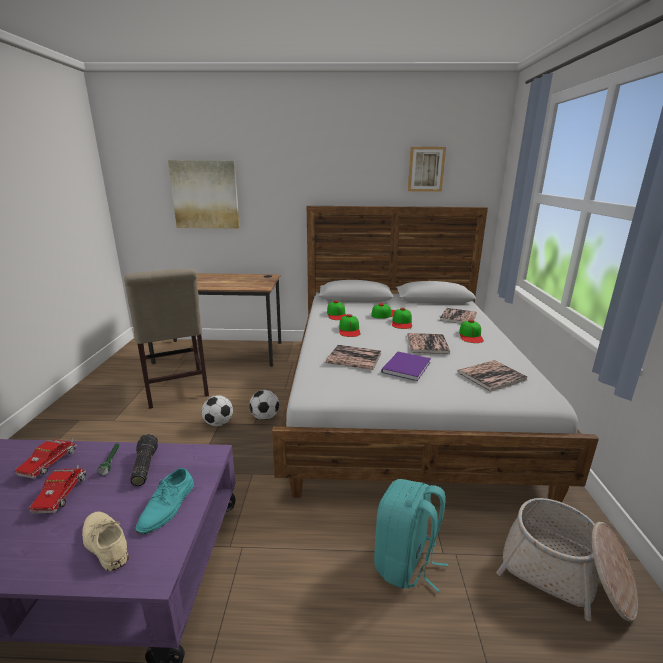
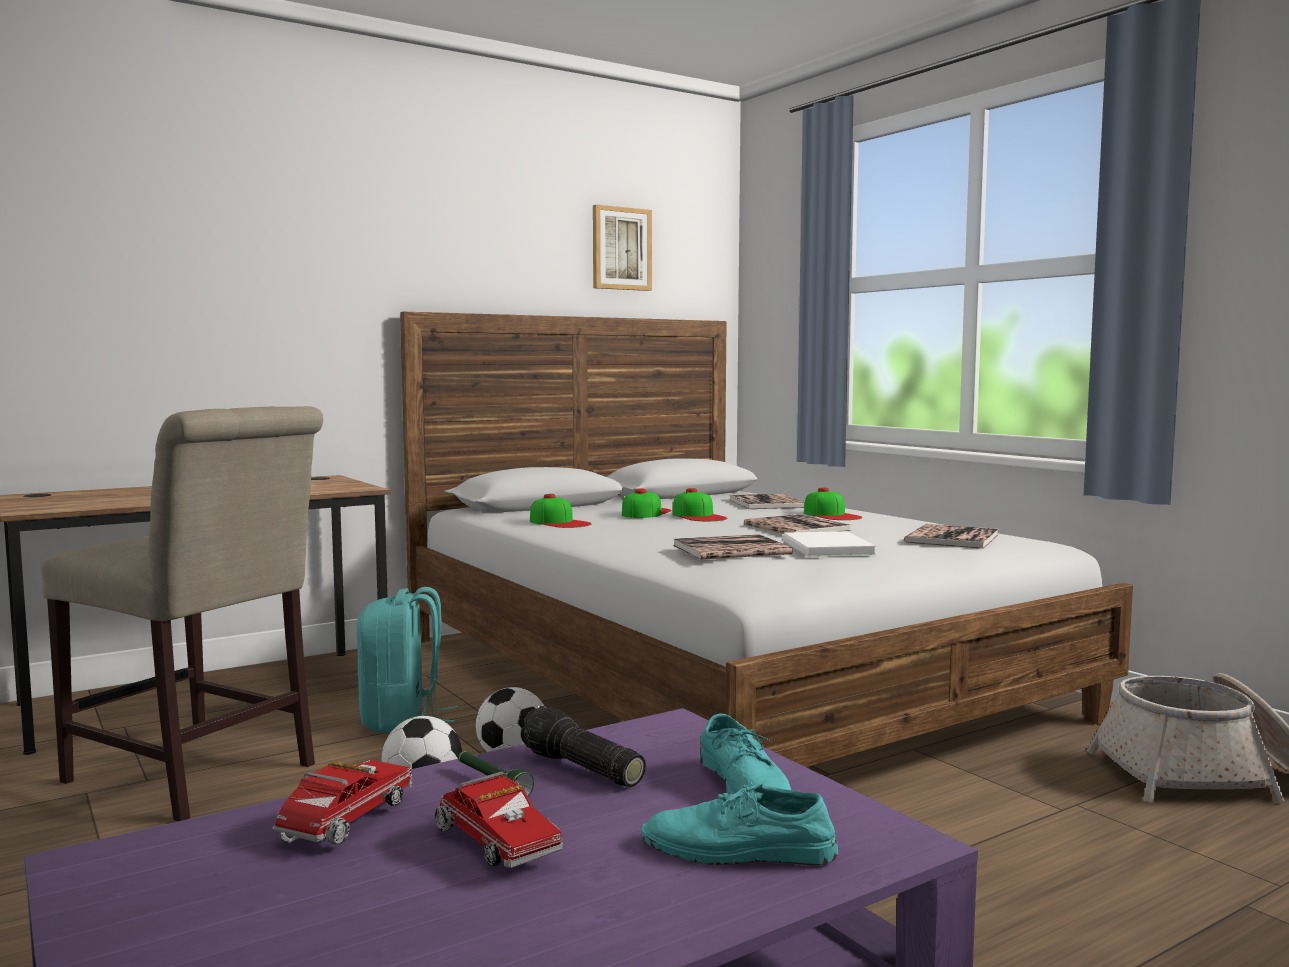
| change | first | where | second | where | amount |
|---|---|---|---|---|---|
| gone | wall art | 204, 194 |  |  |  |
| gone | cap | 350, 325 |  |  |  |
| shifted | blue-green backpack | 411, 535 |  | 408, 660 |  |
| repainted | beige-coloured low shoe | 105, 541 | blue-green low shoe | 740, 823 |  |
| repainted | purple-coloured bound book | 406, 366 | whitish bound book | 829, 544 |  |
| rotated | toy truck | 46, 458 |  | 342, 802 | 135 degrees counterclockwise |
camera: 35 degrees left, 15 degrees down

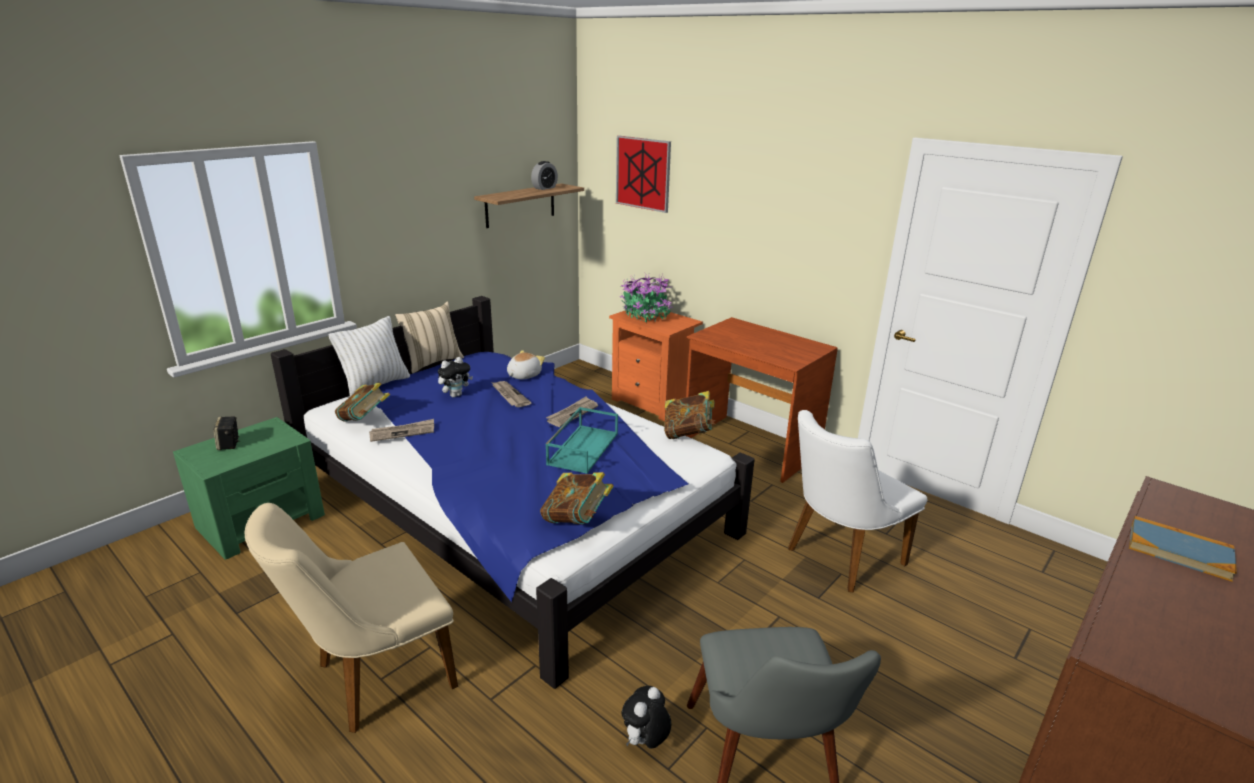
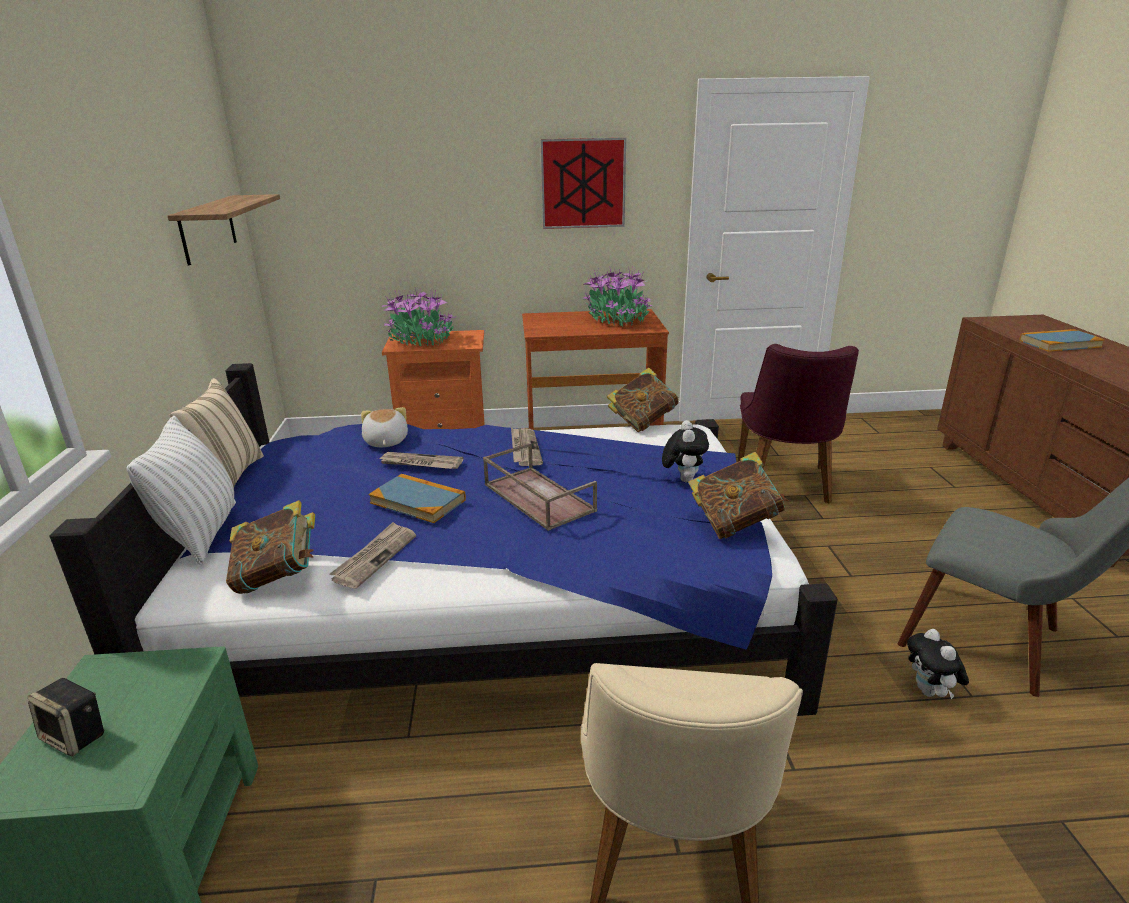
| change | first | where | second | where | amount |
|---|---|---|---|---|---|
| gone | alarm clock | 544, 175 |  |  |  |
| gone | blue-green serving tray | 582, 440 |  |  |  |
| new |  |  | bound book | 417, 498 |  |
| new |  |  | brown serving tray | 540, 487 |  |
| new |  |  | potted plant | 617, 297 |  |
| shifted | soft toy | 455, 377 |  | 685, 451 |  |
| shifted | wall art | 643, 174 |  | 583, 183 |  |
| repainted | whitish upright chair | 858, 501 | purple-coloured upright chair | 798, 424 |  |
camera: 45 degrees left, 0 degrees up

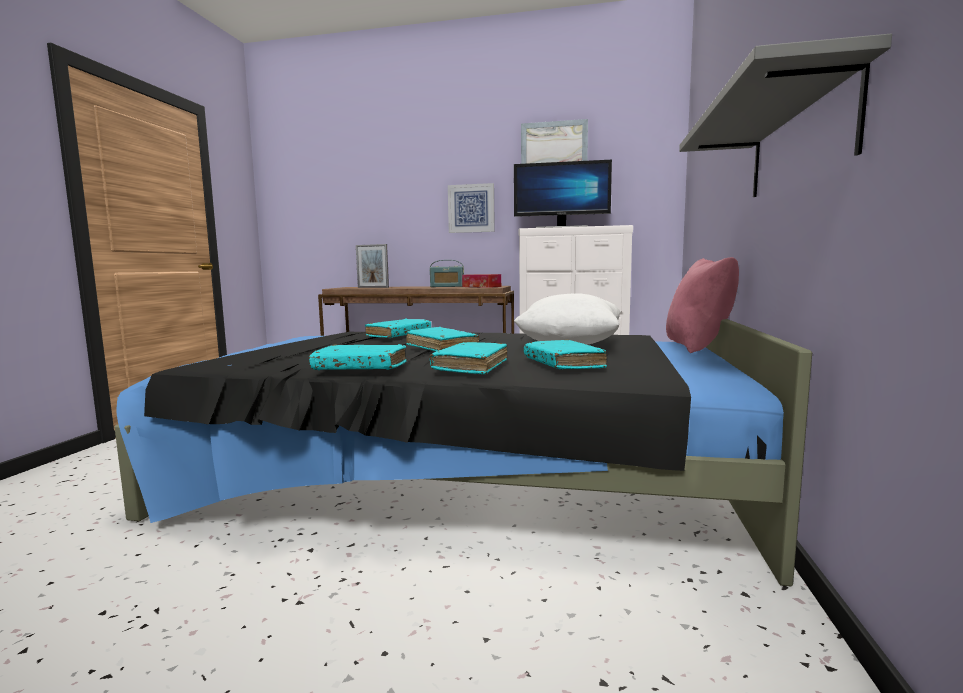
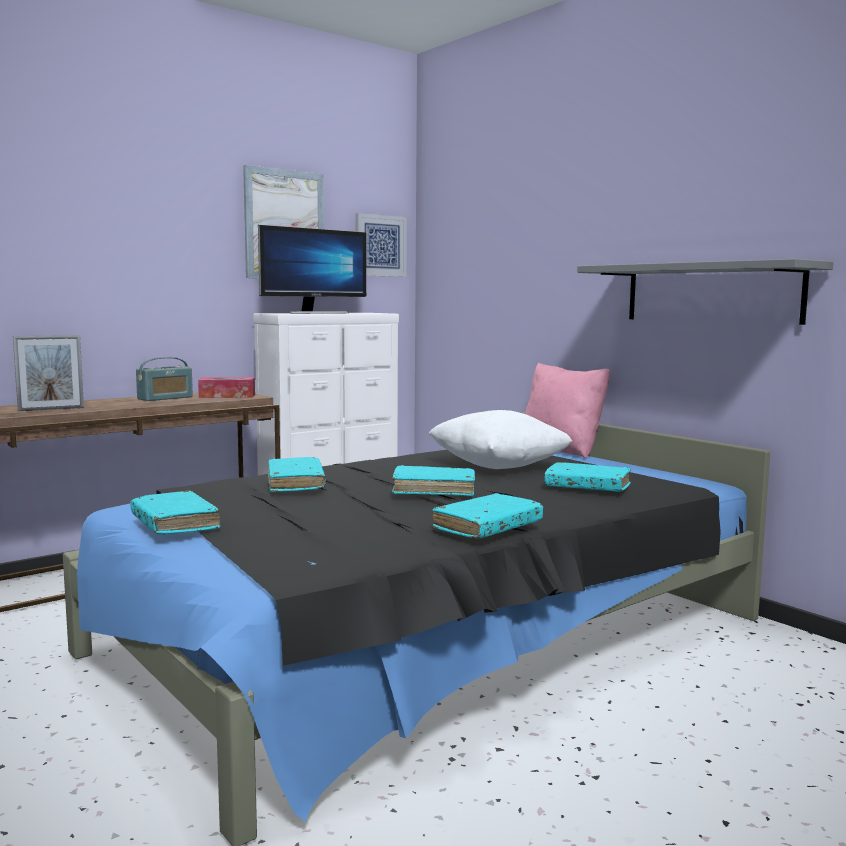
| change | first | where | second | where | amount |
|---|---|---|---|---|---|
| shifted | blue-green bound book | 468, 358 |  | 175, 512 |  |
| shifted | wall art | 471, 208 |  | 381, 245 |  |
camera: 50 degrees left, 0 degrees up

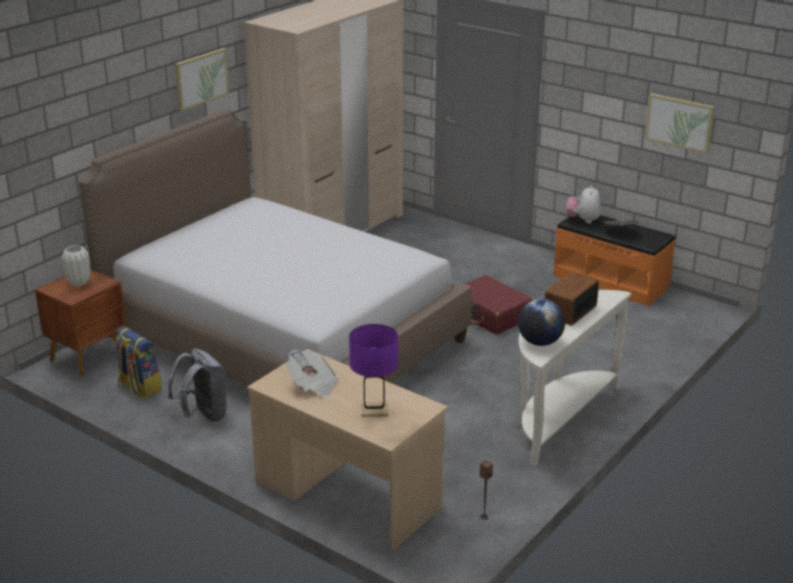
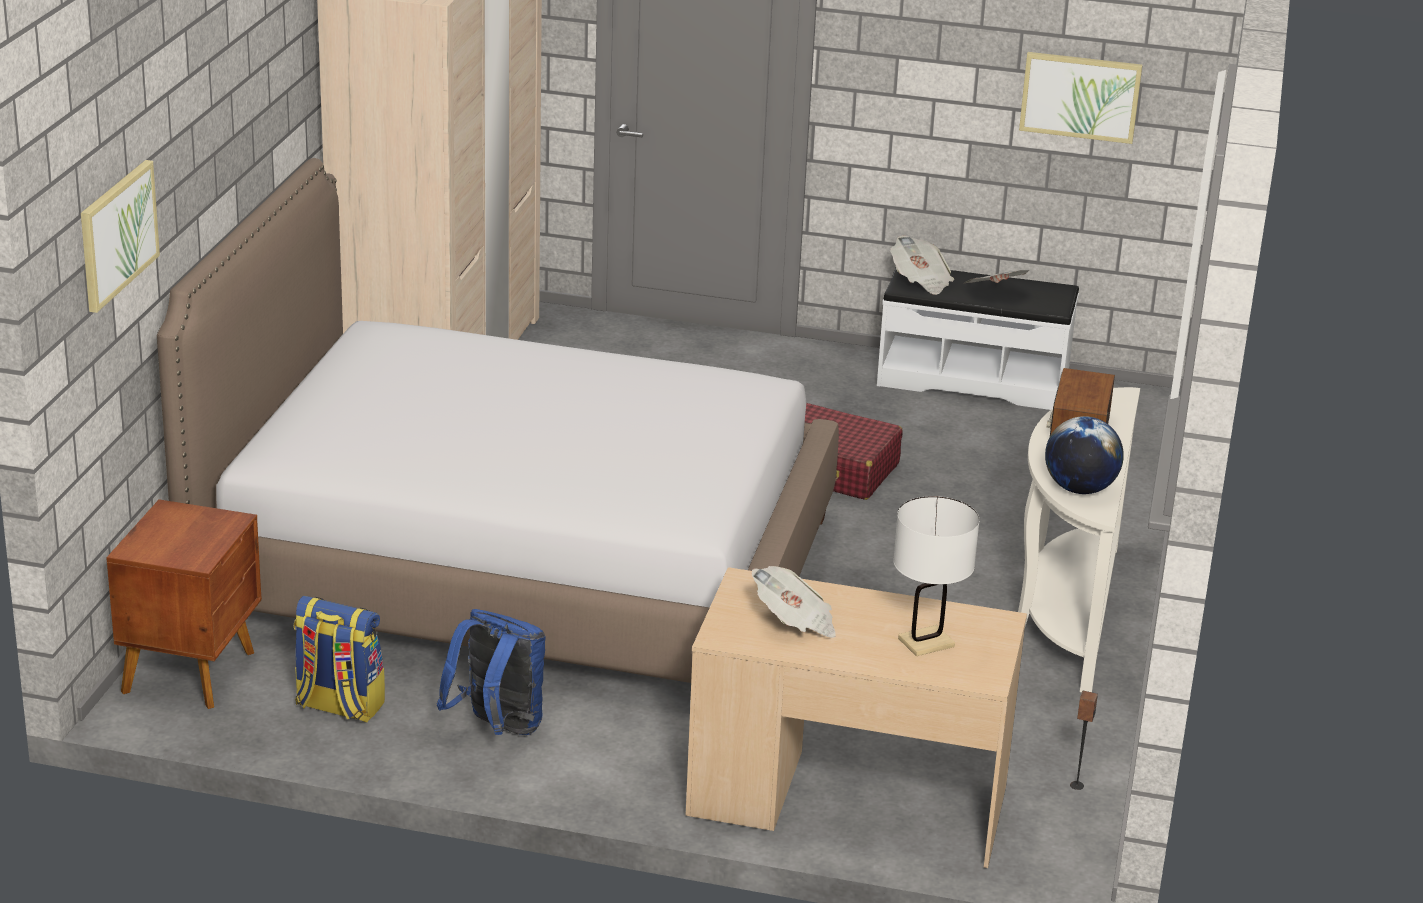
| change | first | where | second | where | amount |
|---|---|---|---|---|---|
| gone | whitish decorative vase | 76, 265 |  |  |  |
| shifted | wall art | 202, 79 |  | 120, 236 |  |
| swapped | soft toy | 583, 204 | printed paper | 922, 265 |  |
| repainted | grey backpack | 197, 385 | blue-coloured backpack | 491, 672 |  |
| repainted | purple-coloured tabletop lamp | 373, 370 | whitish tabletop lamp | 936, 576 |  |
| repainted | orangey bench | 614, 259 | whitish bench | 978, 339 |  |
camera: 25 degrees left, 0 degrees up

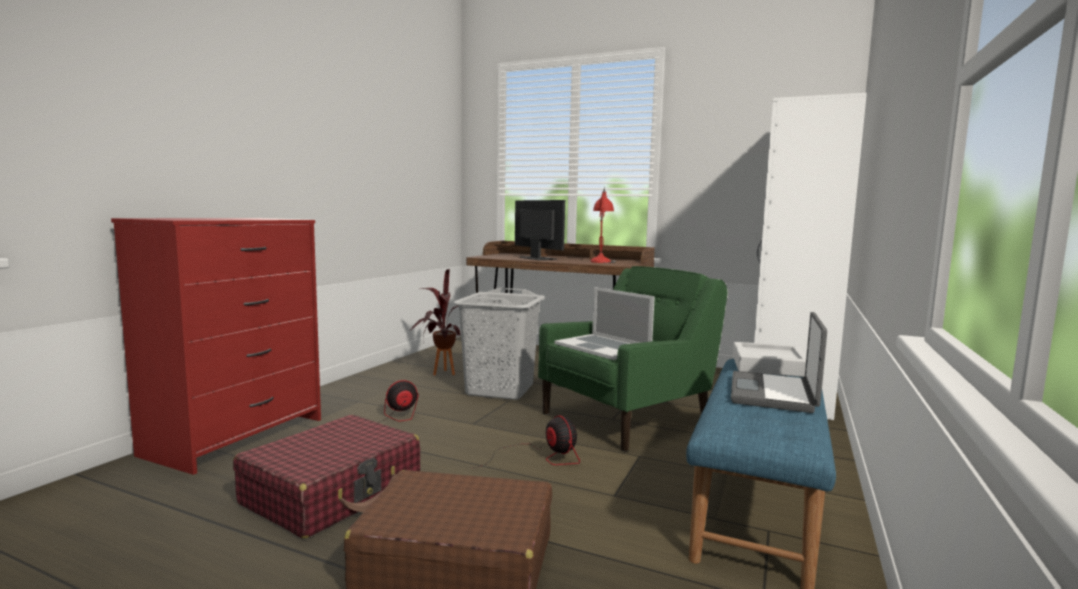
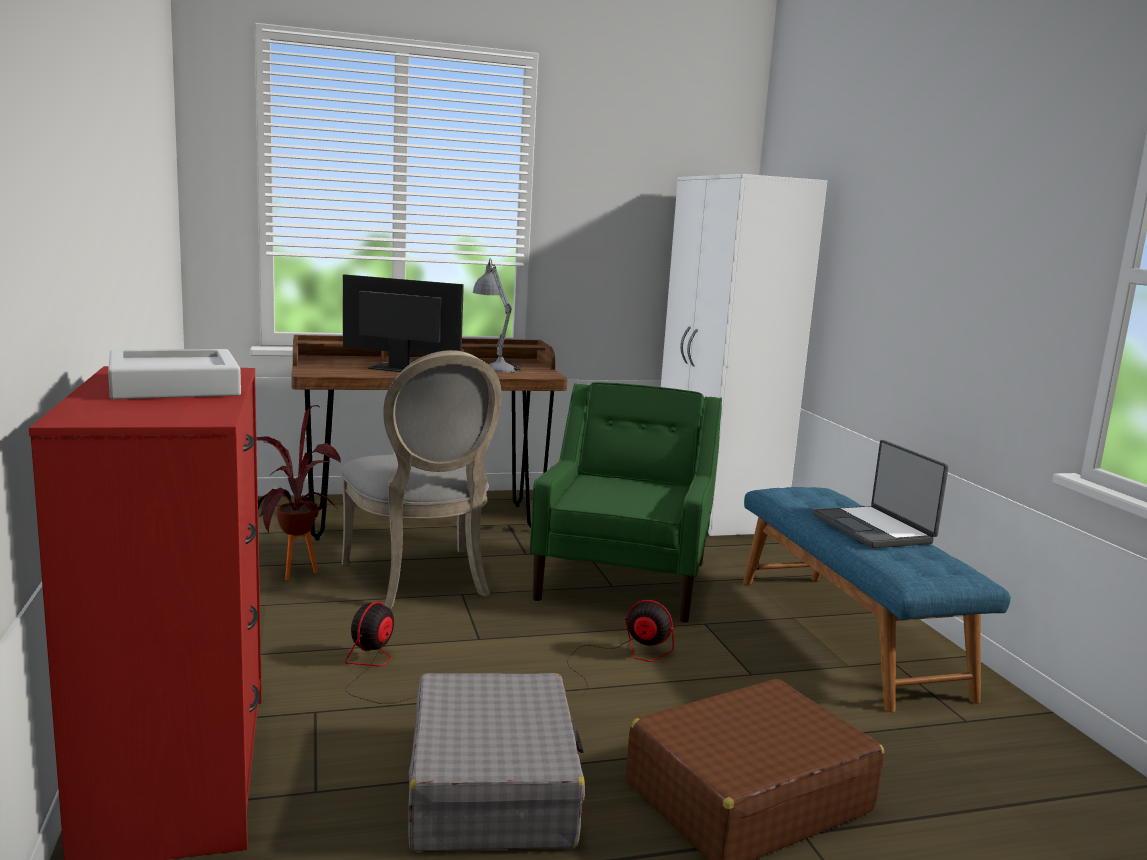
| change | first | where | second | where | amount |
|---|---|---|---|---|---|
| gone | portable computer | 604, 323 |  |  |  |
| shifted | grey serving tray | 769, 359 |  | 174, 374 |  |
| swapped | grey washing basket | 499, 344 | grey upright chair | 421, 479 |  |
| repainted | reddish piece of luggage | 326, 477 | grey piece of luggage | 496, 762 |  |
| repainted | reddish tabletop lamp | 603, 225 | grey tabletop lamp | 497, 315 |  |
camera: 40 degrees left, 5 degrees up

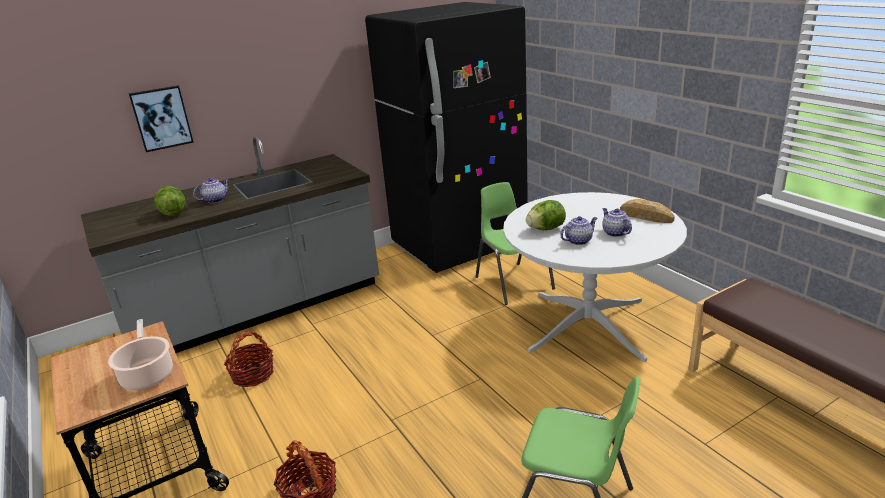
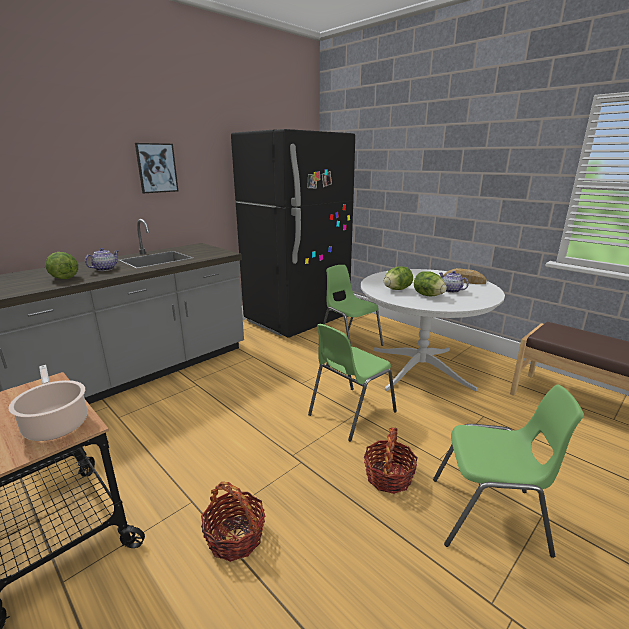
| change | first | where | second | where | amount |
|---|---|---|---|---|---|
| new |  |  | green-coloured upright chair | 352, 382 |  |
| shifted | wall art | 161, 118 |  | 156, 168 |  |
| shifted | household basket | 249, 359 |  | 390, 461 |  |
| swapped | pot for tea | 578, 230 | lettuce | 430, 283 |  |
camera: 15 degrees left, 5 degrees down

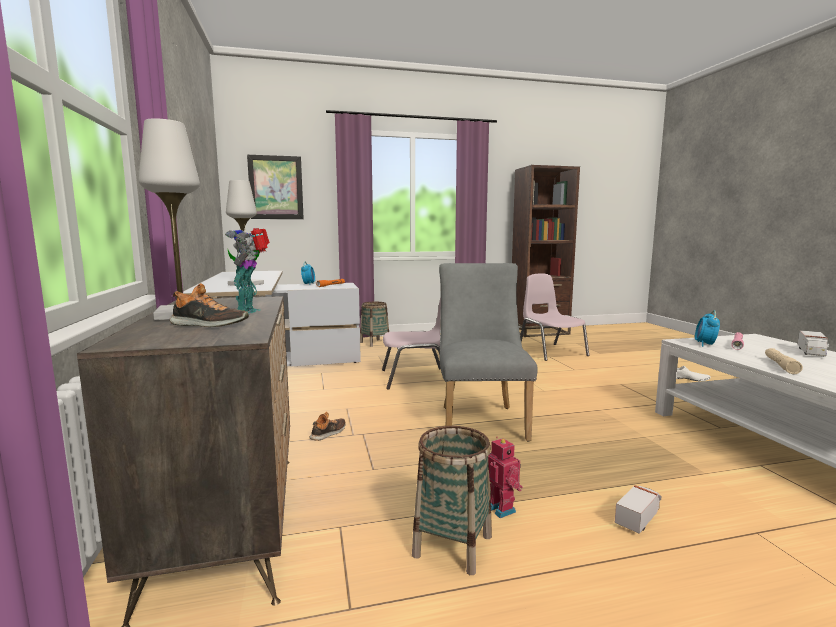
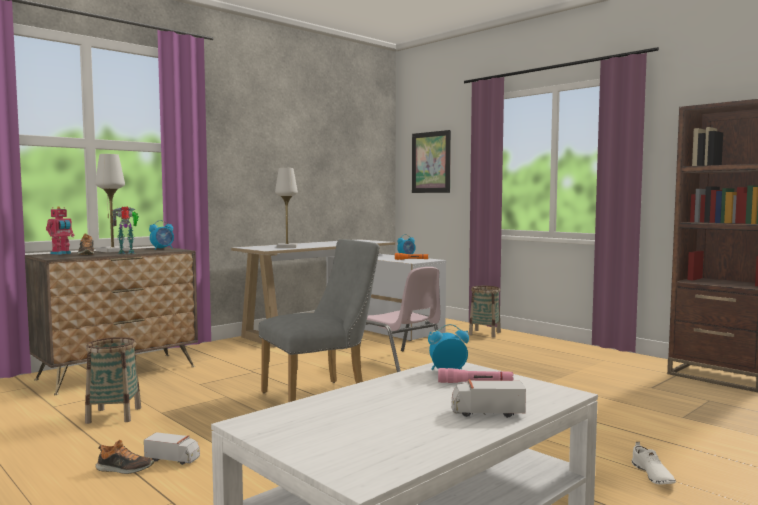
| change | first | where | second | where | amount |
|---|---|---|---|---|---|
| gone | pink upright chair | 554, 317 |  |  |  |
| gone | beige-coloured torch | 784, 361 |  |  |  |
| new |  |  | alarm clock | 161, 235 |  |
| shifted | low shoe | 327, 426 |  | 124, 457 |  |
| shifted | robot figure | 505, 477 |  | 60, 231 |  |
camera: 60 degrees right, 5 degrees down

